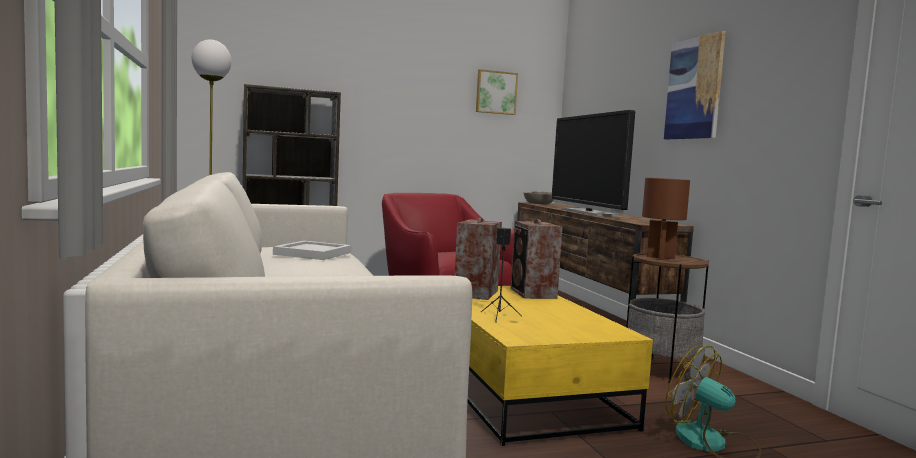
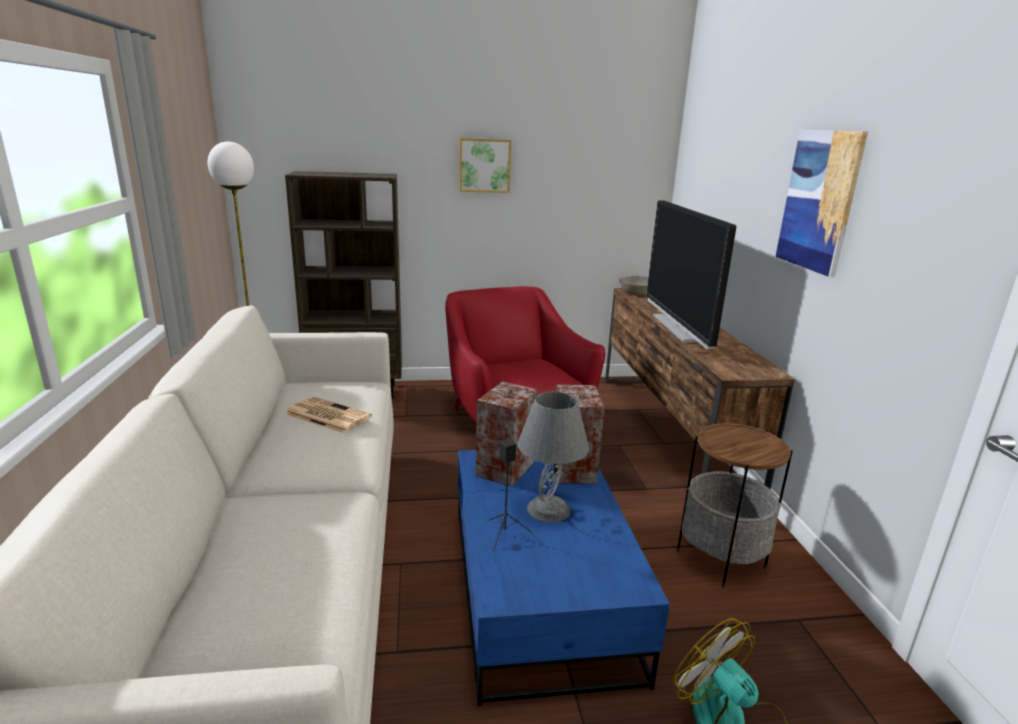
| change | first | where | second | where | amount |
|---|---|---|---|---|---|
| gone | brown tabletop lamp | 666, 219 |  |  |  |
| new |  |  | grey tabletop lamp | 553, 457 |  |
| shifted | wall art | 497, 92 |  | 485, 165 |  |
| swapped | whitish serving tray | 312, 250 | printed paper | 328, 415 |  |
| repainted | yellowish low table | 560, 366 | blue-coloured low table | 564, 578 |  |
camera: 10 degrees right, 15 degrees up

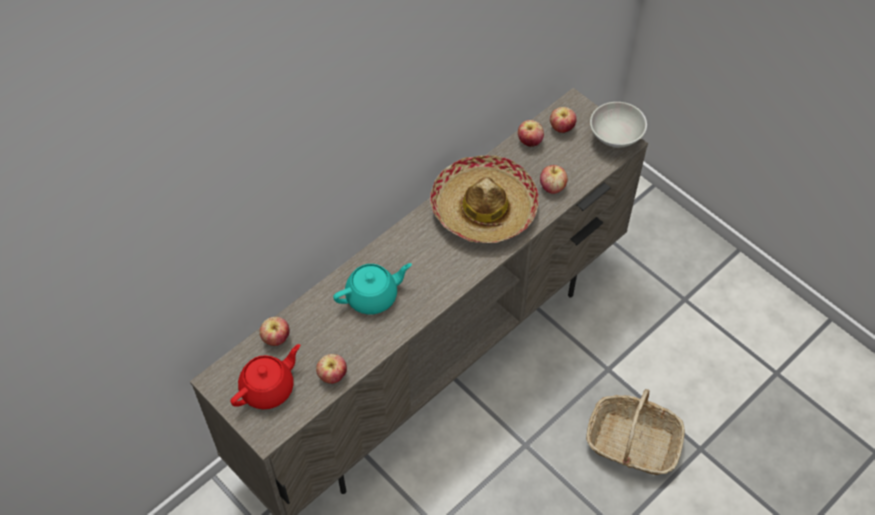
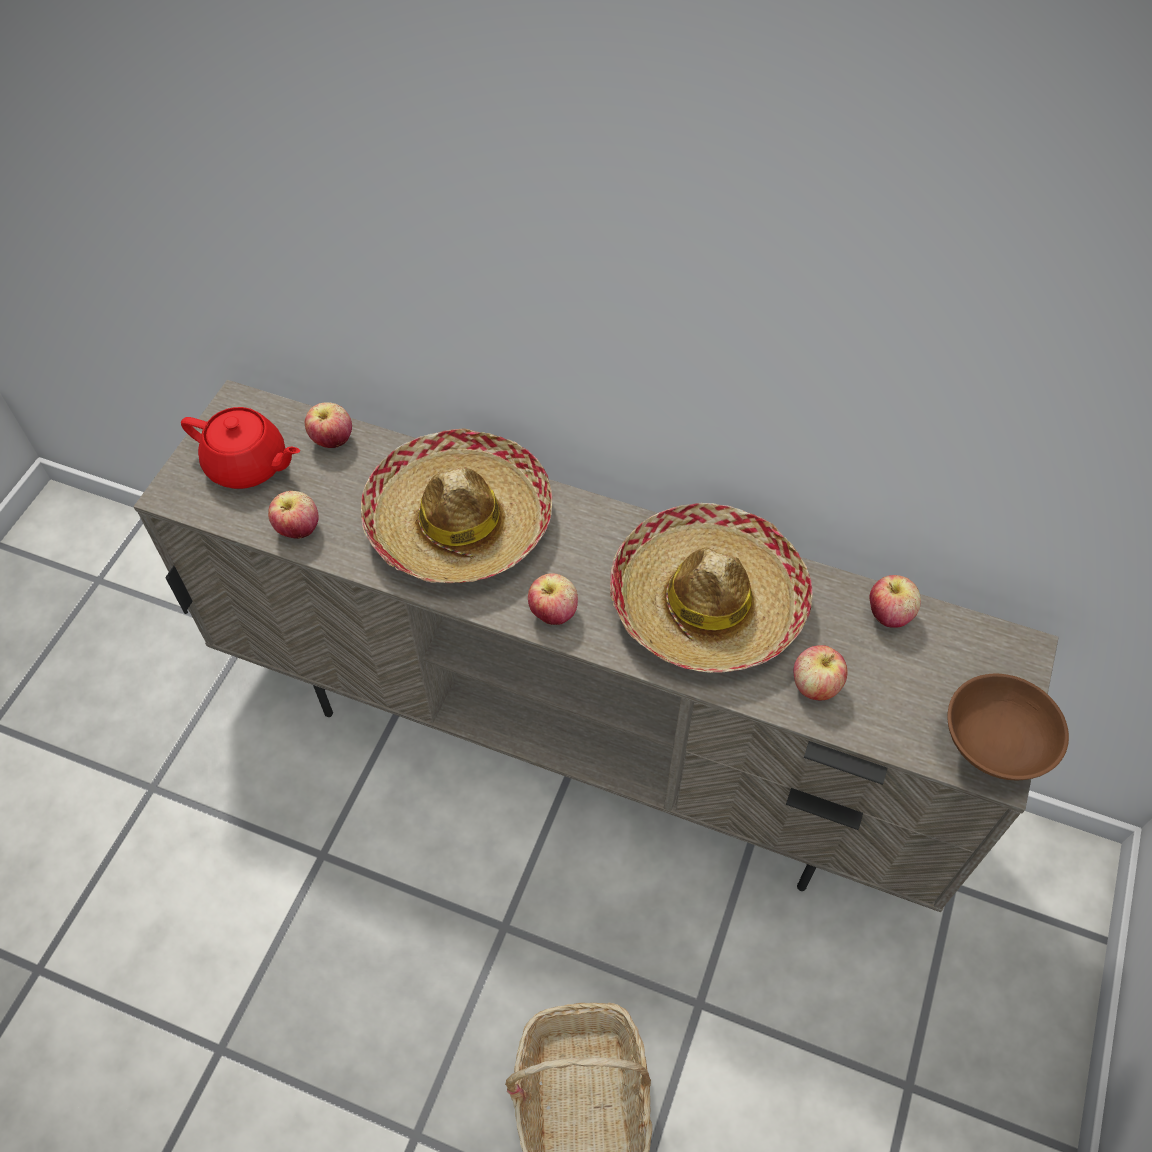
| change | first | where | second | where | amount |
|---|---|---|---|---|---|
| shifted | apple | 563, 120 |  | 553, 599 |  |
| swapped | blue-green pot for tea | 372, 289 | clothing hat | 456, 505 |  |
| repainted | whitish deep dish | 618, 125 | brown deep dish | 1008, 727 |  |
camera: 65 degrees right, 0 degrees up

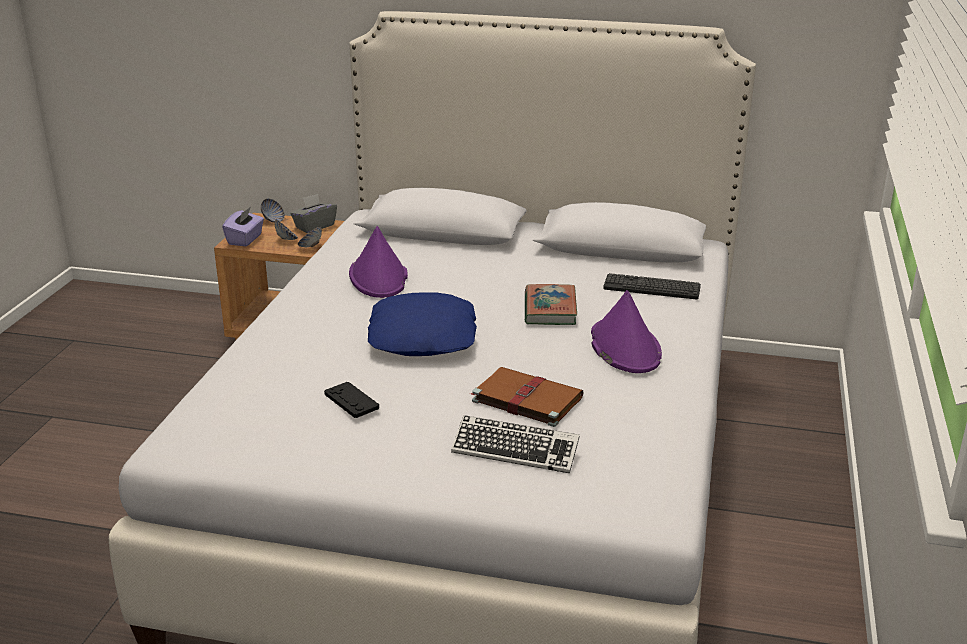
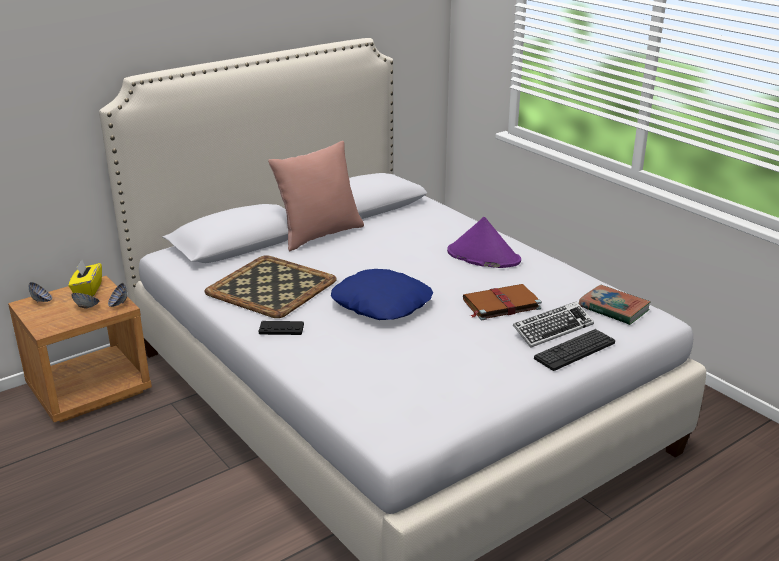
| change | first | where | second | where | amount |
|---|---|---|---|---|---|
| gone | purple-coloured tissue holder | 243, 226 |  |  |  |
| new |  |  | pink cushion | 316, 196 |  |
| shifted | blackish game controller | 351, 400 |  | 281, 328 |  |
| shifted | bound book | 551, 304 |  | 615, 305 |  |
| shifted | keyboard | 652, 286 |  | 574, 350 |  |
| swapped | purple-coloured clothing hat | 378, 262 | serving tray | 270, 286 |  |
| repainted | grey tissue holder | 314, 213 | yellowish tissue holder | 85, 278 |  |
camera: 50 degrees left, 0 degrees up

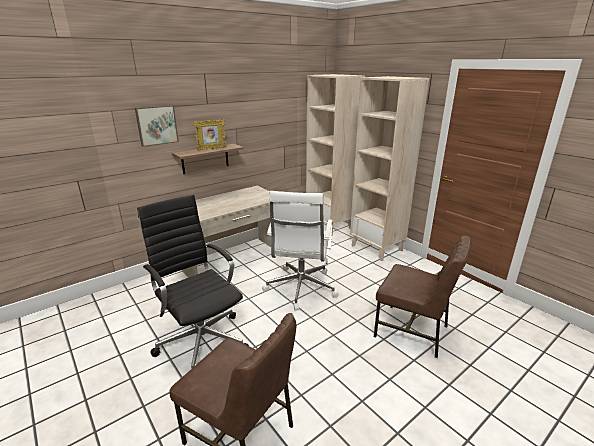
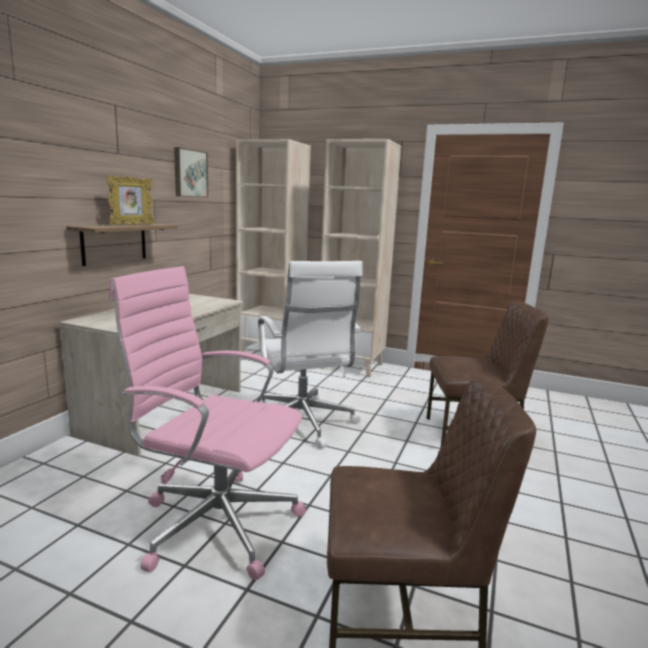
| change | first | where | second | where | amount |
|---|---|---|---|---|---|
| shifted | wall art | 157, 126 |  | 191, 172 |  |
| repainted | blackish office chair | 193, 282 | pink office chair | 208, 423 |  |
camera: 30 degrees left, 10 degrees down

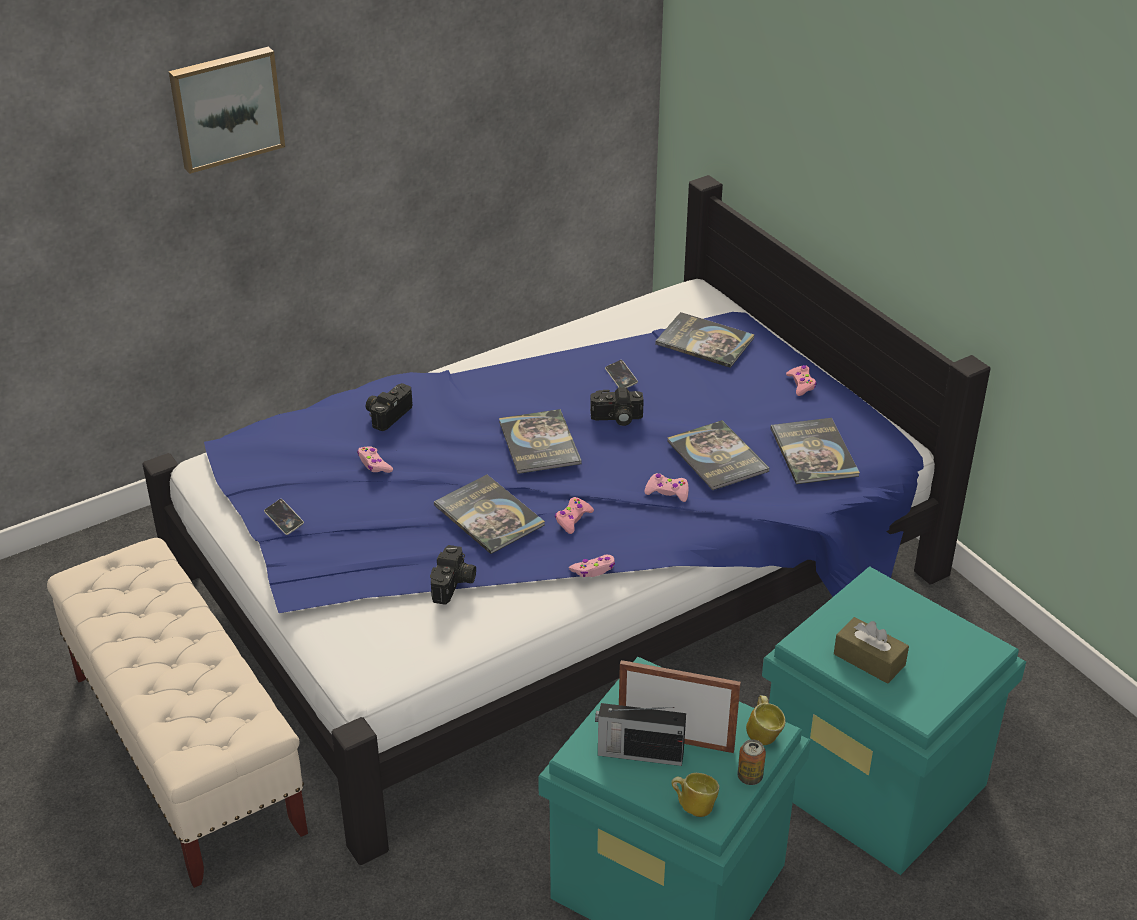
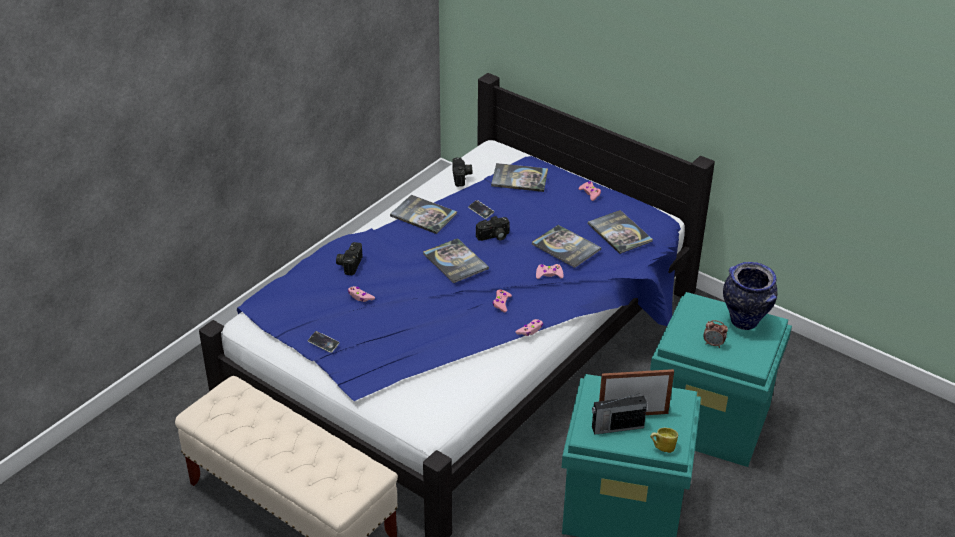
| change | first | where | second | where | amount |
|---|---|---|---|---|---|
| gone | wall art | 227, 110 |  |  |  |
| gone | sealed can | 751, 762 |  |  |  |
| gone | mug | 766, 720 |  |  |  |
| new |  |  | decorative vase | 750, 296 |  |
| shifted | photo camera | 453, 575 |  | 462, 172 |  |
| shifted | bound book | 489, 514 |  | 423, 214 |  |
| swapped | brown tissue holder | 871, 650 | alarm clock | 716, 334 |  |
camera: 20 degrees left, 0 degrees up

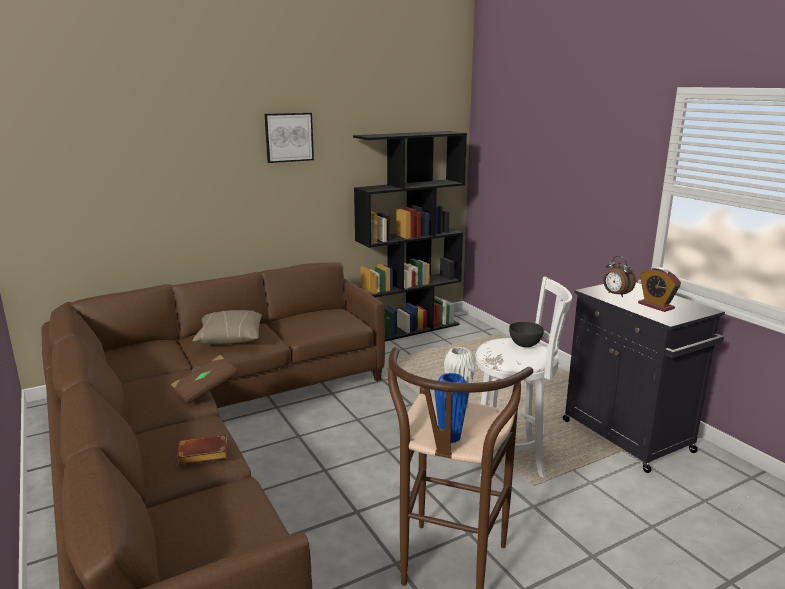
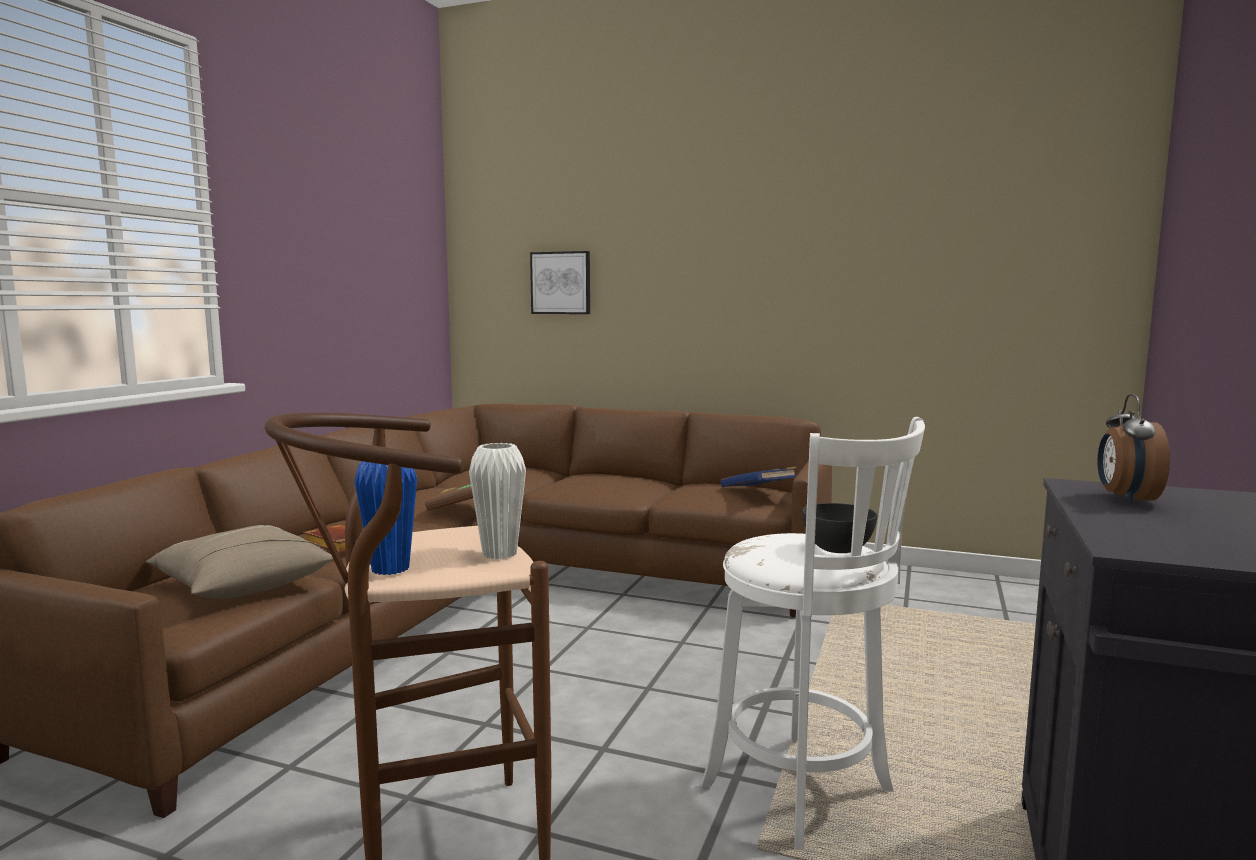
| change | first | where | second | where | amount |
|---|---|---|---|---|---|
| gone | blackish shelving unit | 410, 236 |  |  |  |
| gone | alarm clock | 659, 289 |  |  |  |
| new |  |  | blue-coloured bound book | 758, 476 |  |
| shifted | beige-coloured cushion | 227, 327 |  | 240, 562 |  |
| shifted | wall art | 289, 138 |  | 560, 282 |  |
camera: 50 degrees right, 10 degrees down

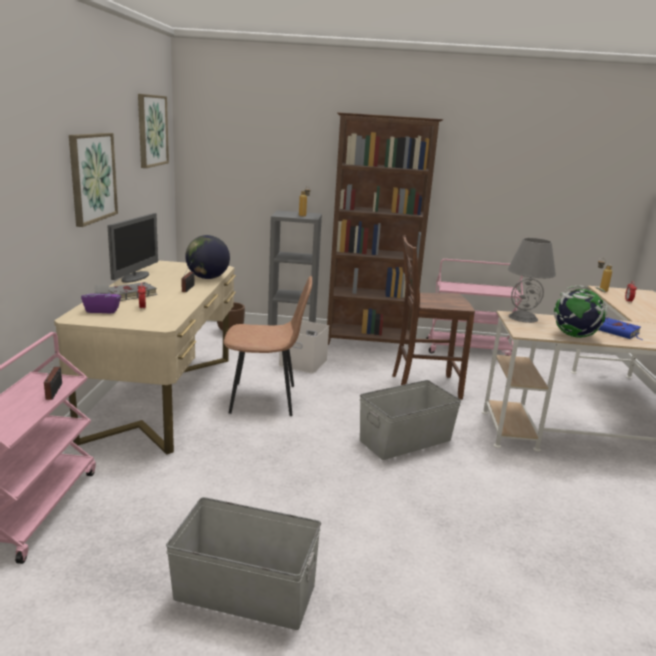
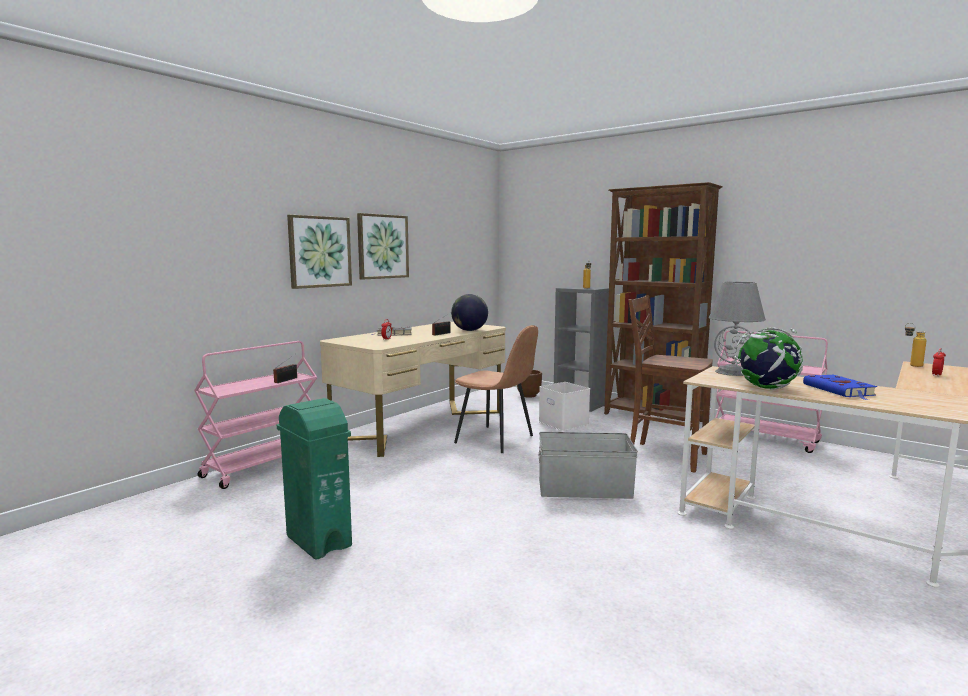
| change | first | where | second | where | amount |
|---|---|---|---|---|---|
| gone | purple-coloured tissue holder | 101, 298 |  |  |  |
| gone | computer screen | 133, 248 |  |  |  |
| shifted | wall art | 153, 131 |  | 319, 252 |  |
| swapped | grey storage container | 243, 563 | green-coloured waste bin | 314, 479 |  |
camera: 35 degrees right, 10 degrees down

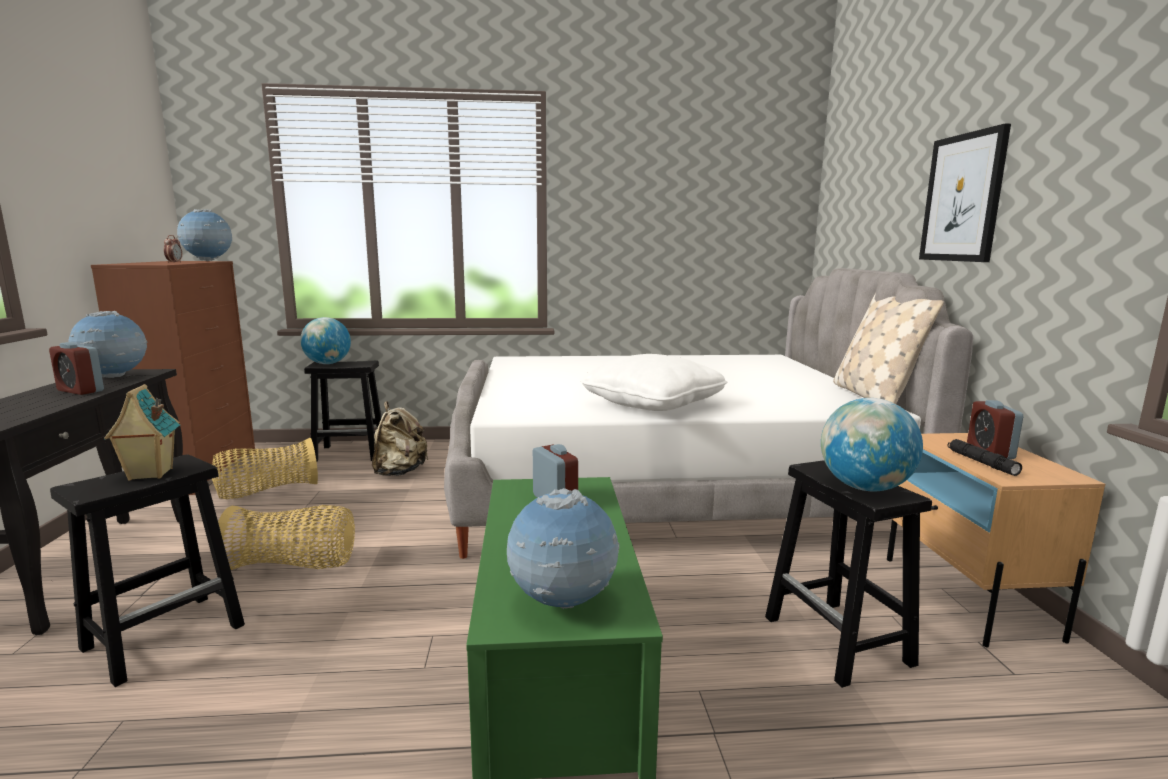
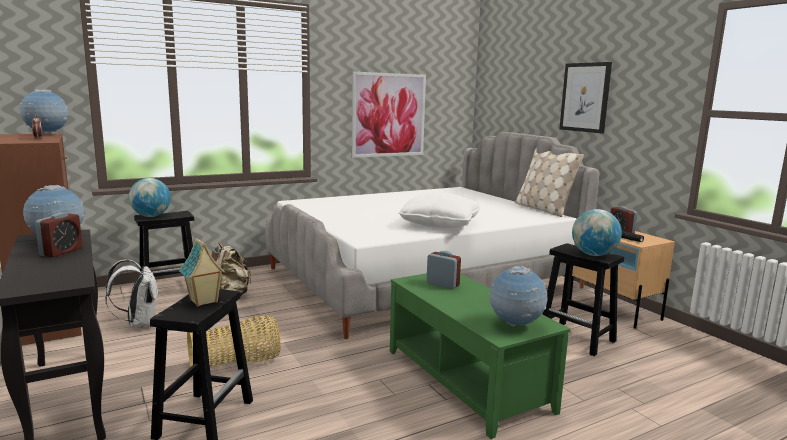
| change | first | where | second | where | amount |
|---|---|---|---|---|---|
| new |  |  | wall art | 389, 115 |  |
| swapped | household basket | 265, 468 | whitish backpack | 132, 293 |  |
| rotated | alarm clock | 76, 368 |  | 58, 235 | 75 degrees counterclockwise |
camera: 25 degrees left, 0 degrees up

